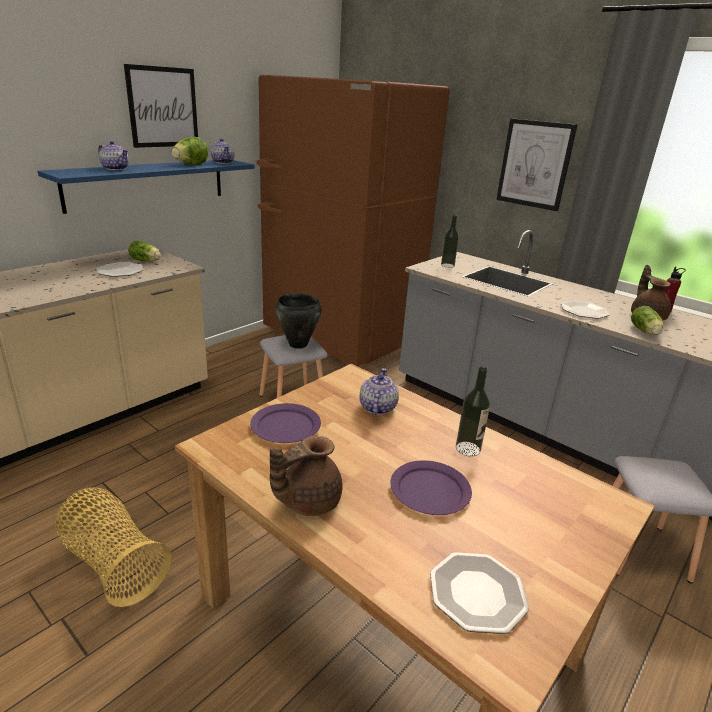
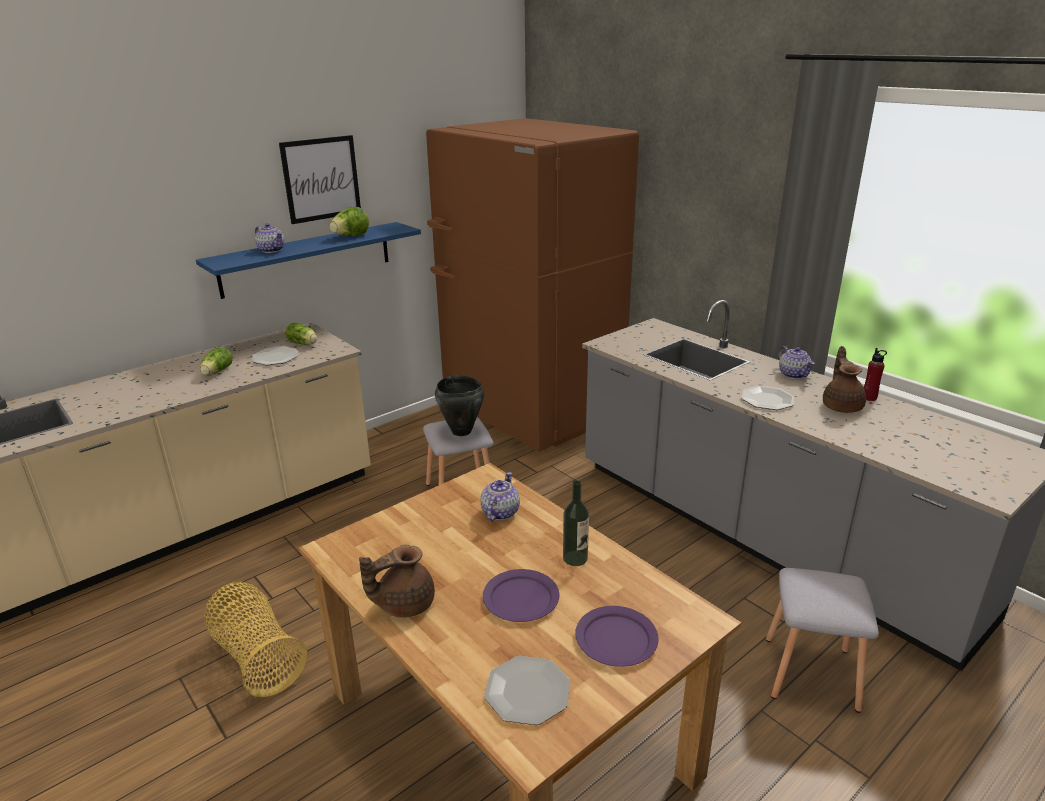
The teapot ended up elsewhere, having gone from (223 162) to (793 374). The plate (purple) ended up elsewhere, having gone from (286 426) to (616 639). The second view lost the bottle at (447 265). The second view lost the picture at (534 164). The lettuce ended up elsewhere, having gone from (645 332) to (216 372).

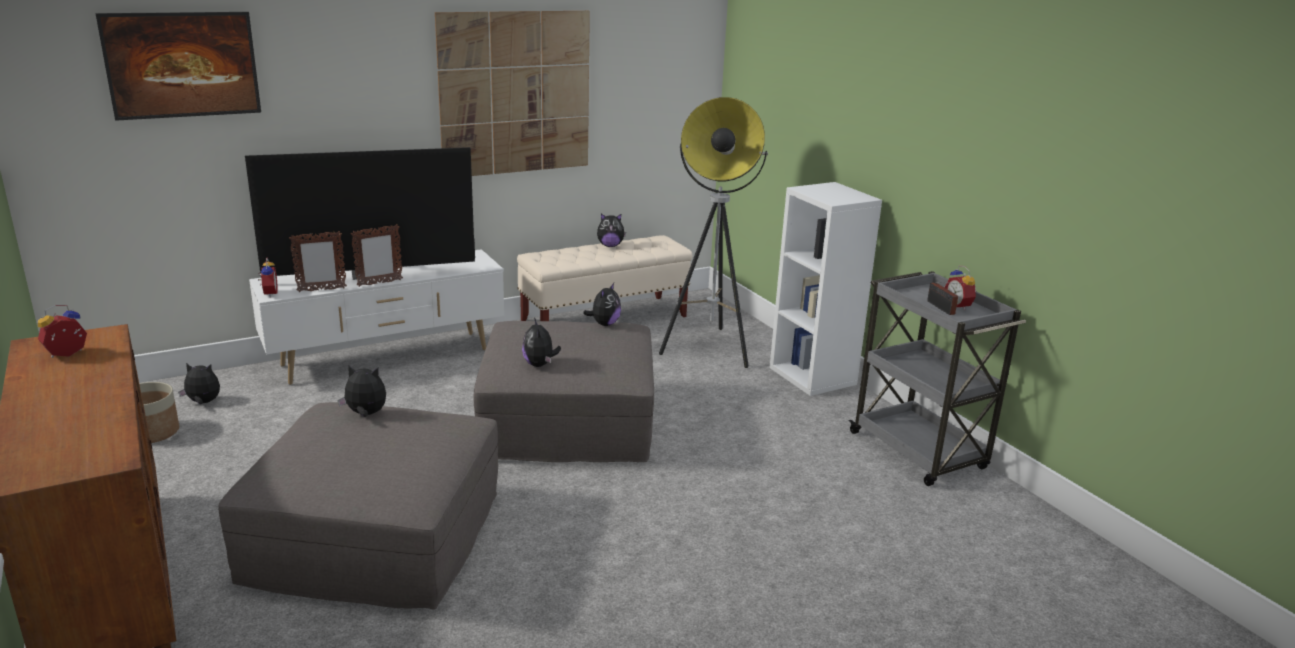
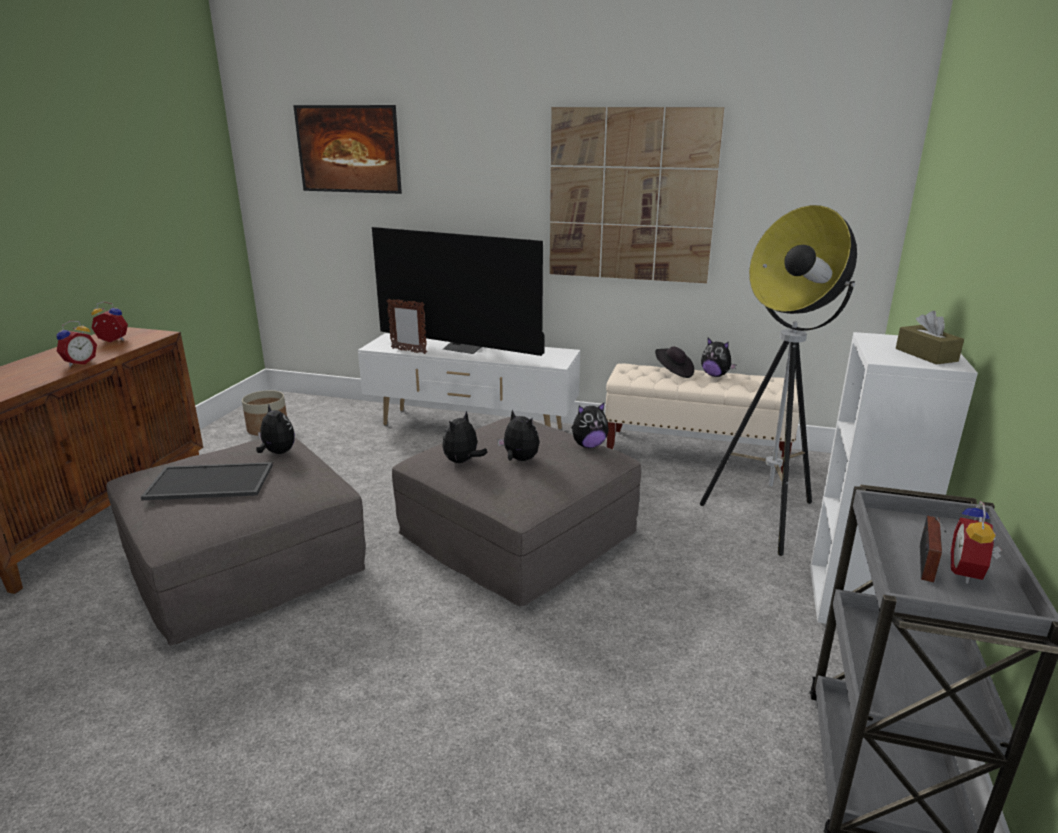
The plush toy ended up elsewhere, having gone from (203 402) to (519 460). The alarm clock ended up elsewhere, having gone from (268 294) to (79 363). The second view lost the picture frame at (379 283). The second view gained the tray at (208 483). The second view gained the hat (black) at (673 372). The second view gained the tissue box (brown) at (926 355).

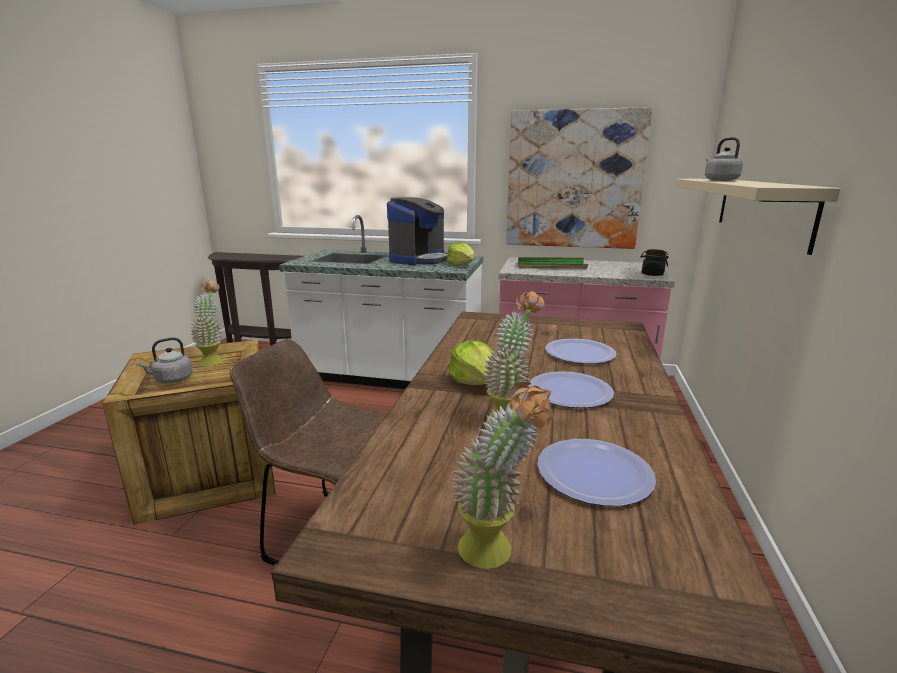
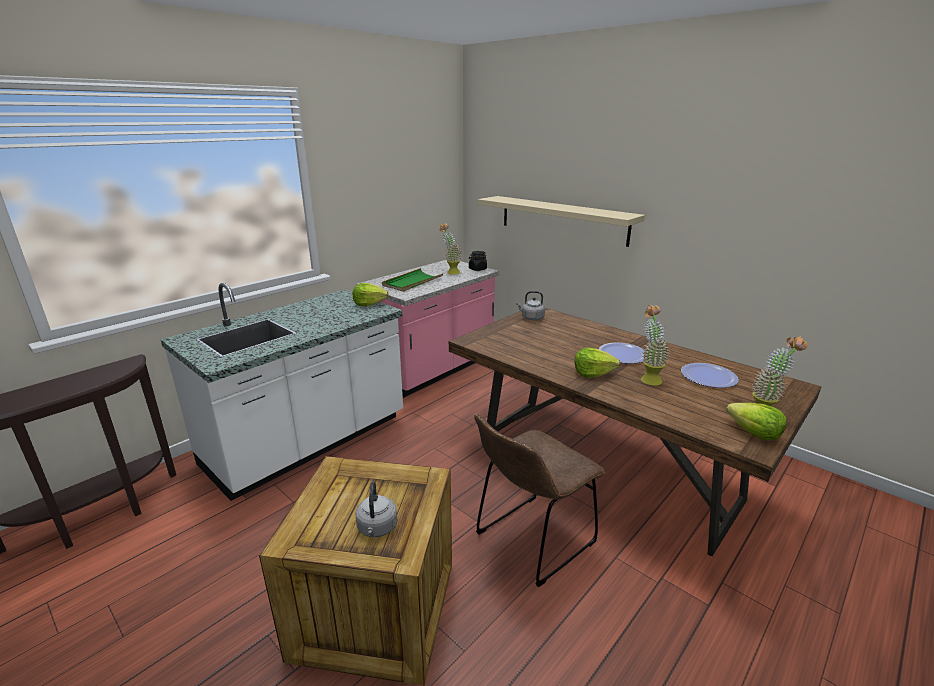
The potted plant ended up elsewhere, having gone from (214 360) to (450 272). The second view lost the coffee machine at (419 259). The second view lost the picture at (574 180). The second view lost the plate at (580 353). The kettle (grey) ended up elsewhere, having gone from (719 180) to (531 318). The second view gained the lettuce at (754 433).

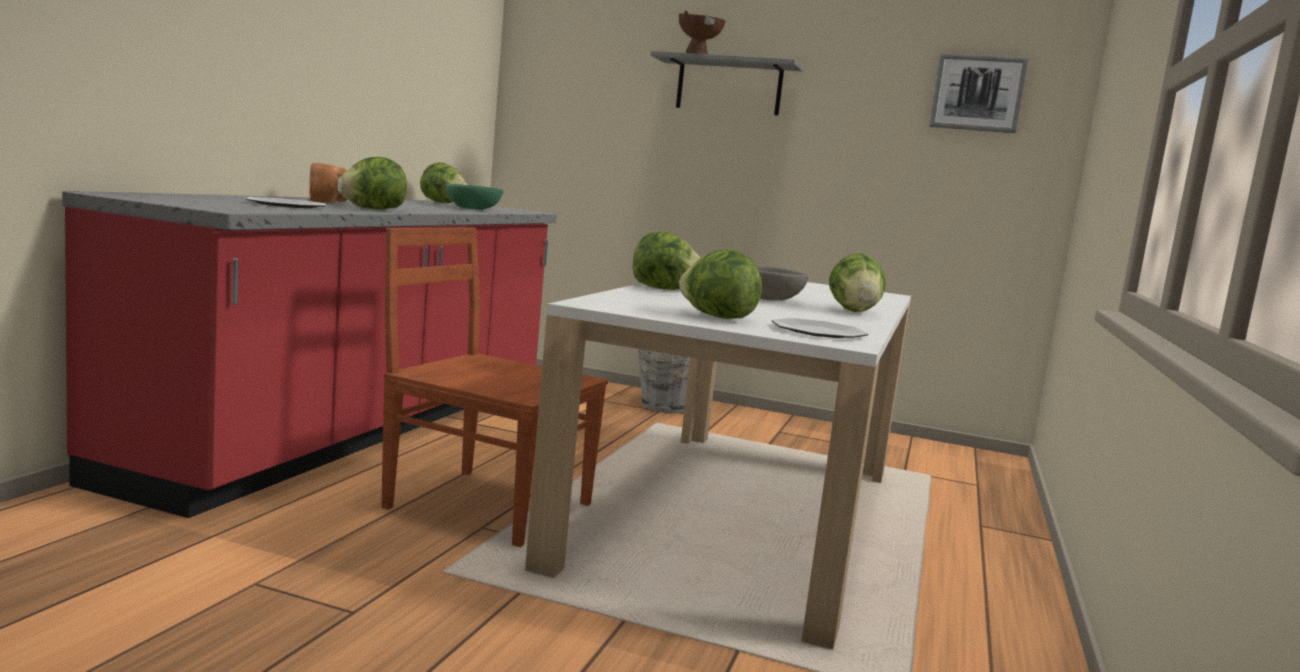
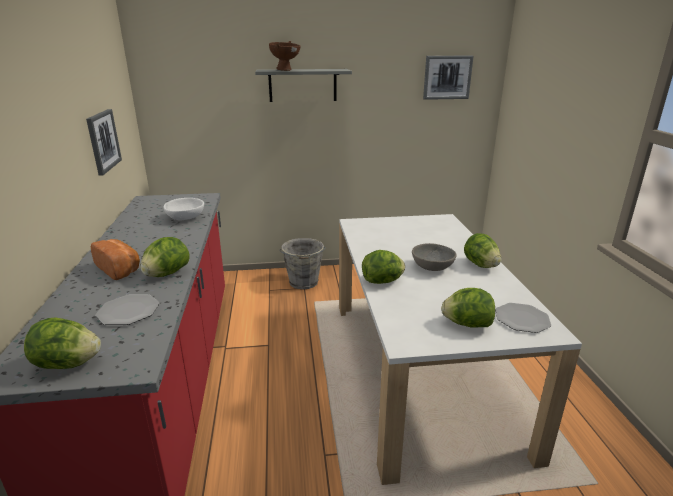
The second view lost the chair (brown) at (485 505). The lettuce ended up elsewhere, having gone from (442 203) to (67 364). What was the bowl (green) at (472 209) turned into the bowl (white) at (185 218). The second view gained the picture at (103 141).

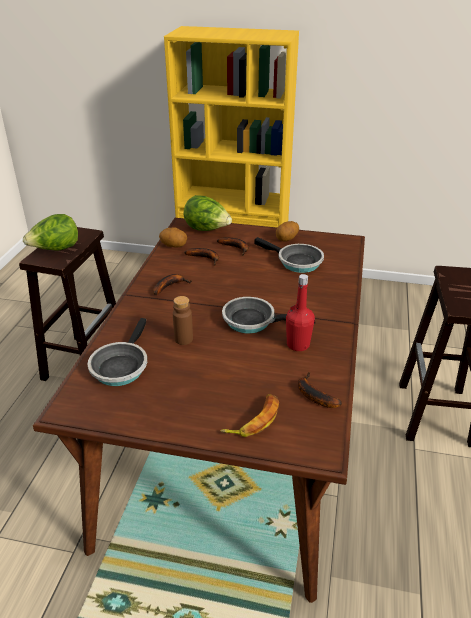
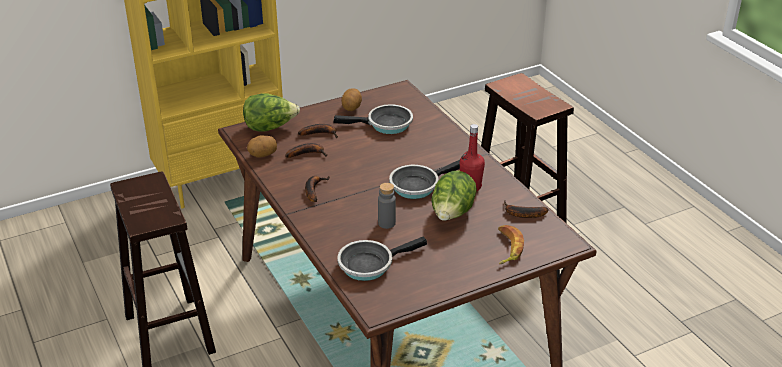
The lettuce ended up elsewhere, having gone from (55 250) to (452 215). The frying pan at (120 366) ended up facing another way, 90 degrees clockwise from before. What was the bottle (brown) at (183 339) turned into the bottle (grey) at (386 223).

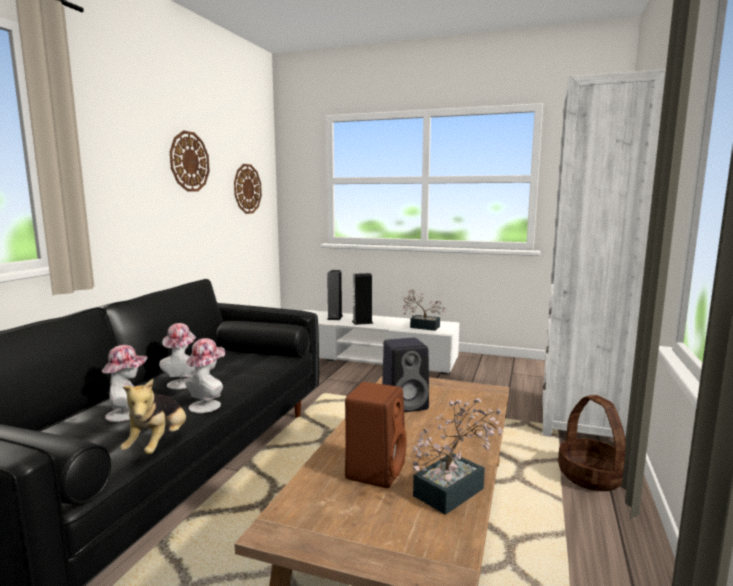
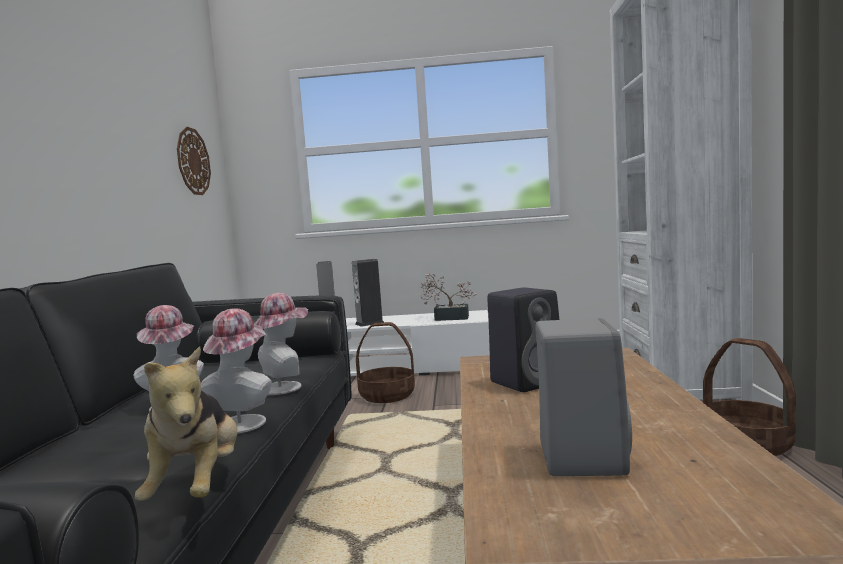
The hat ended up elsewhere, having gone from (128 413) to (285 386). The second view lost the wall clock at (189 161). What was the speaker (brown) at (375 470) turned into the speaker (grey) at (580 458). The second view lost the potted plant at (454 489). The second view gained the basket at (387 395).

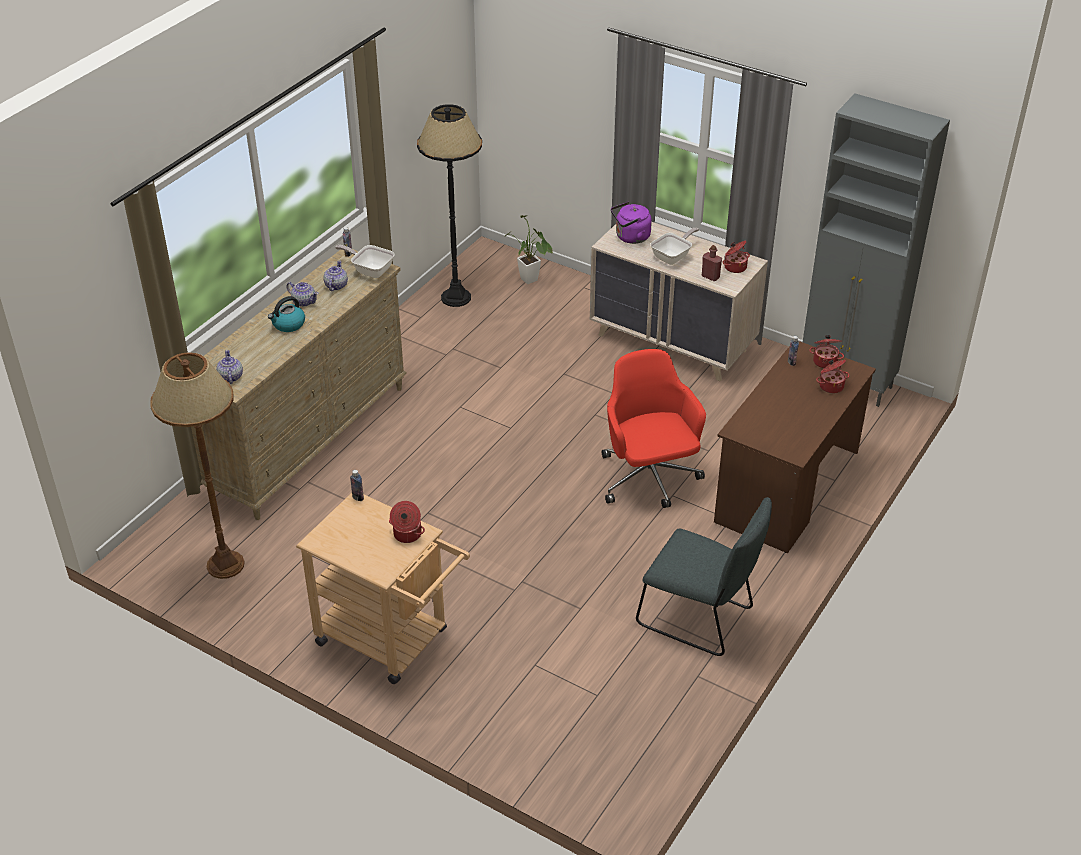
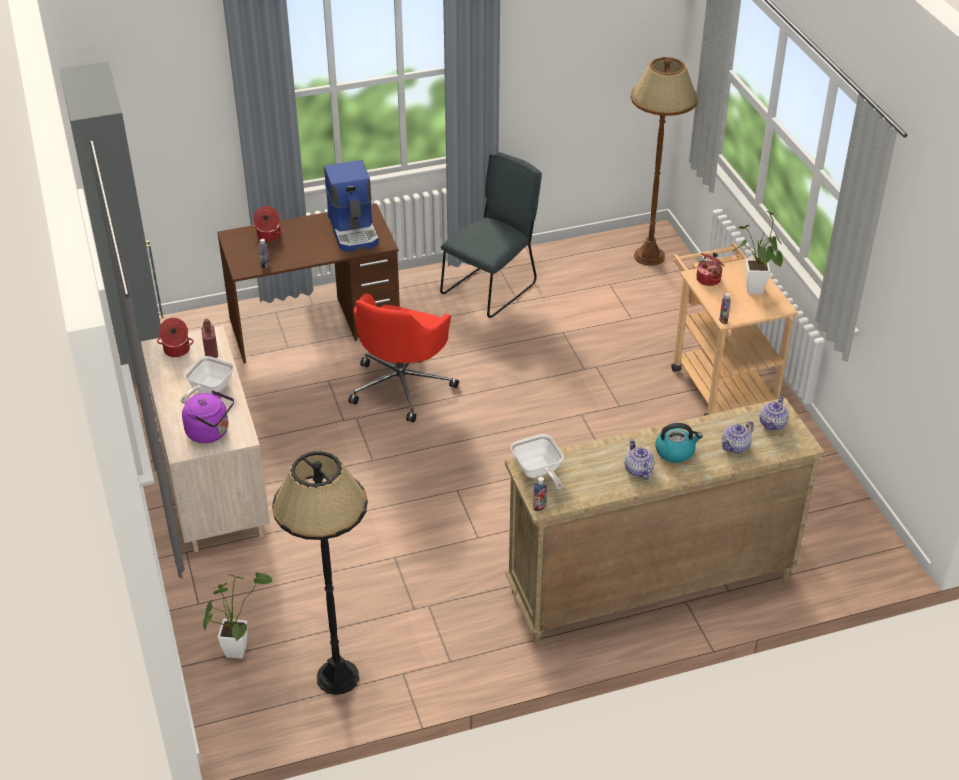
The floor lamp (brown) ended up elsewhere, having gone from (225 565) to (649 256). The teapot ended up elsewhere, having gone from (336 286) to (736 446). The chair (grey) at (699 618) ended up facing another way, 60 degrees clockwise from before. The frying pan at (673 257) ended up facing another way, 60 degrees counterclockwise from before. The second view lost the cooking pot at (825 361). The second view gained the coffee machine at (354 230). The second view gained the potted plant at (754 293).

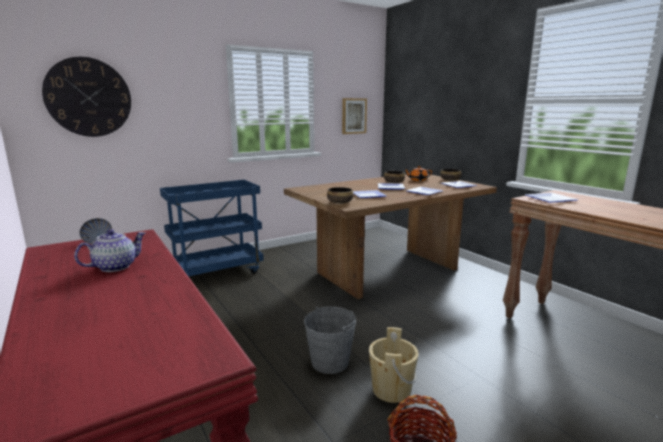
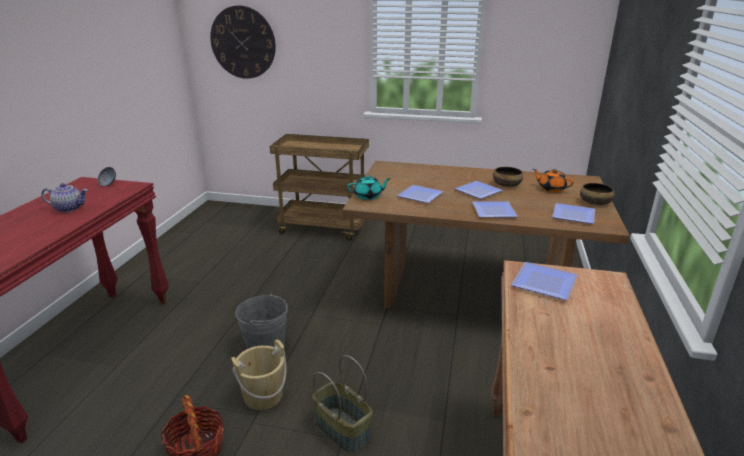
What was the cart (blue) at (217 273) turned into the cart (brown) at (325 228). Where the bowl stood at (340 202), the teapot (turquoise) came to stand at (368 196). The second view lost the picture at (353 116). The second view gained the basket at (343 429).

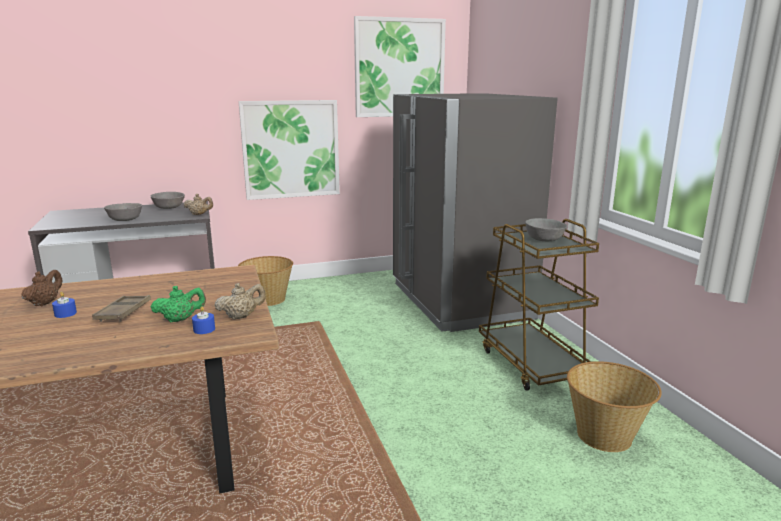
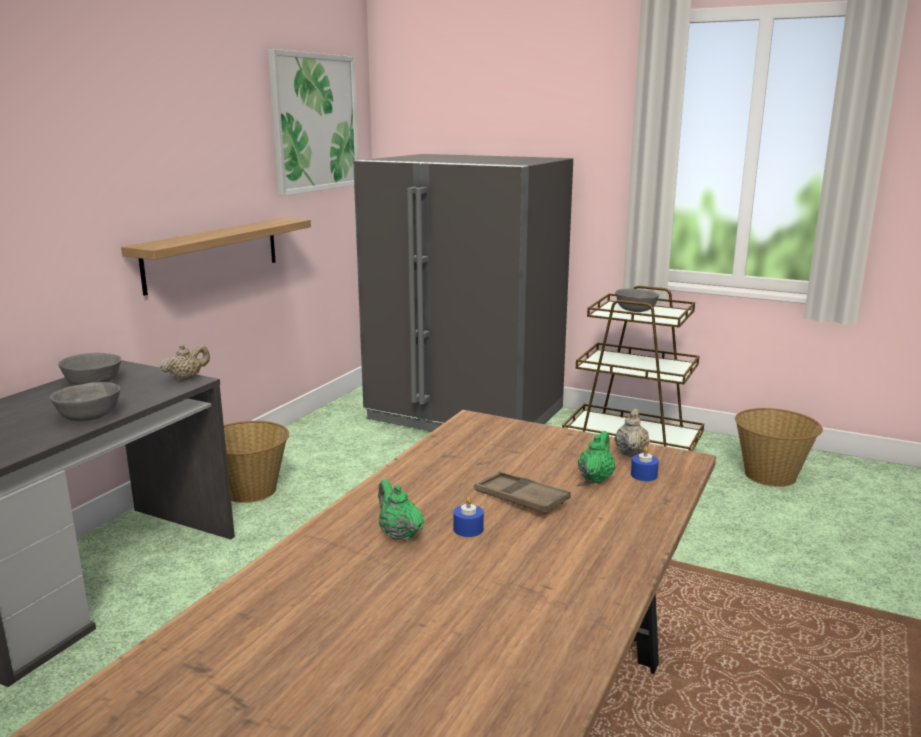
What was the teapot (brown) at (45 303) turned into the teapot (green) at (399 534). Where the picture hung at (291 149), the shelf came to hang at (212 254).

